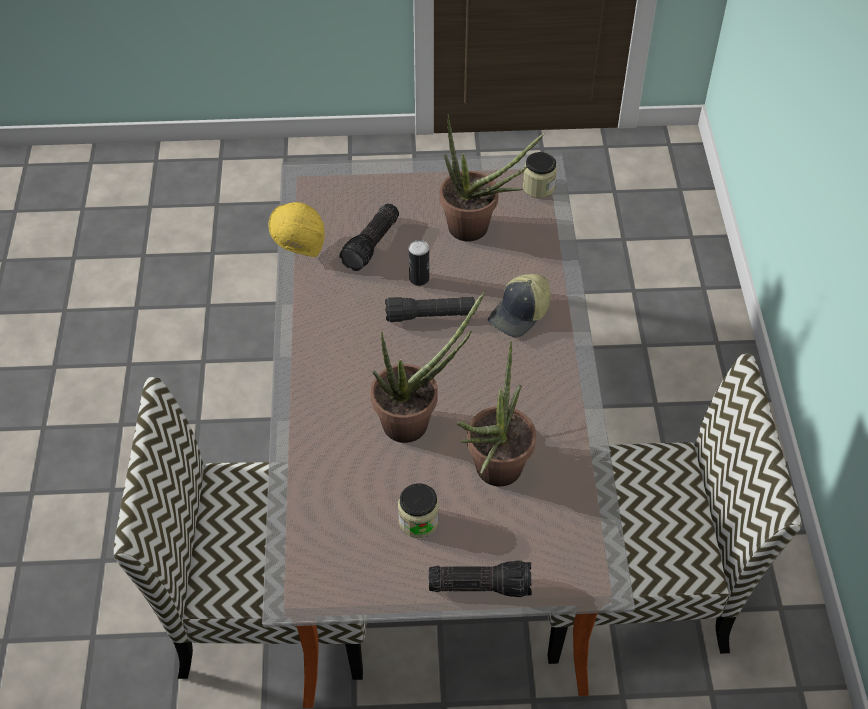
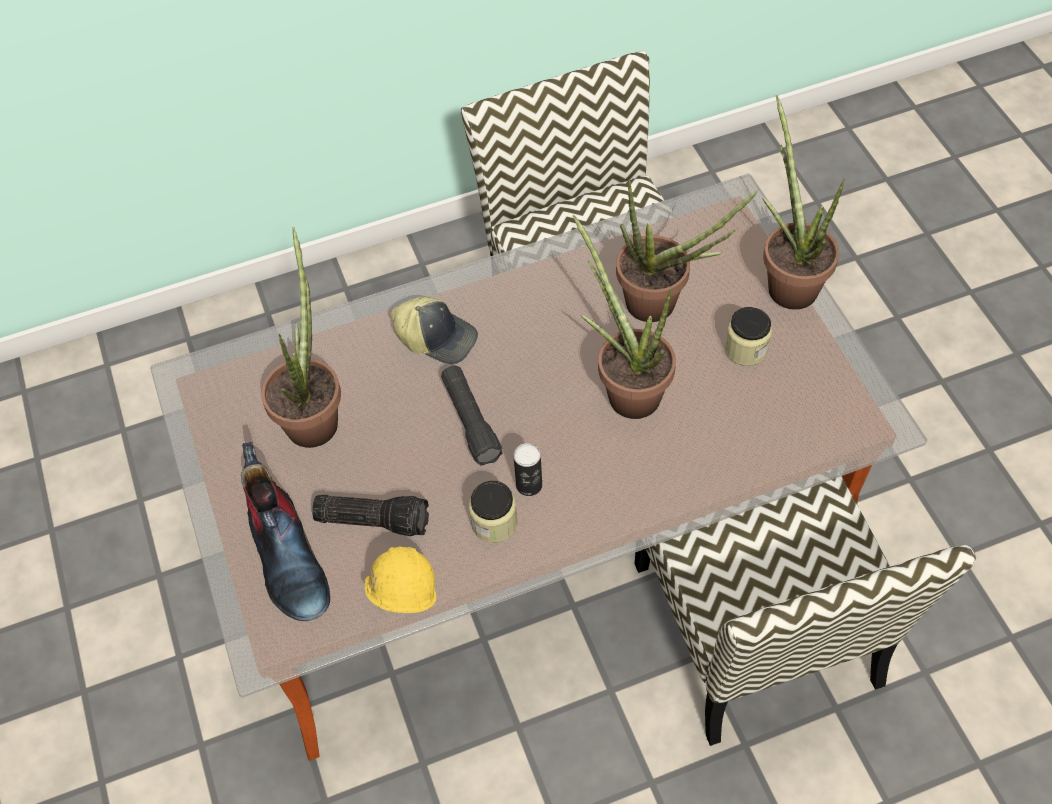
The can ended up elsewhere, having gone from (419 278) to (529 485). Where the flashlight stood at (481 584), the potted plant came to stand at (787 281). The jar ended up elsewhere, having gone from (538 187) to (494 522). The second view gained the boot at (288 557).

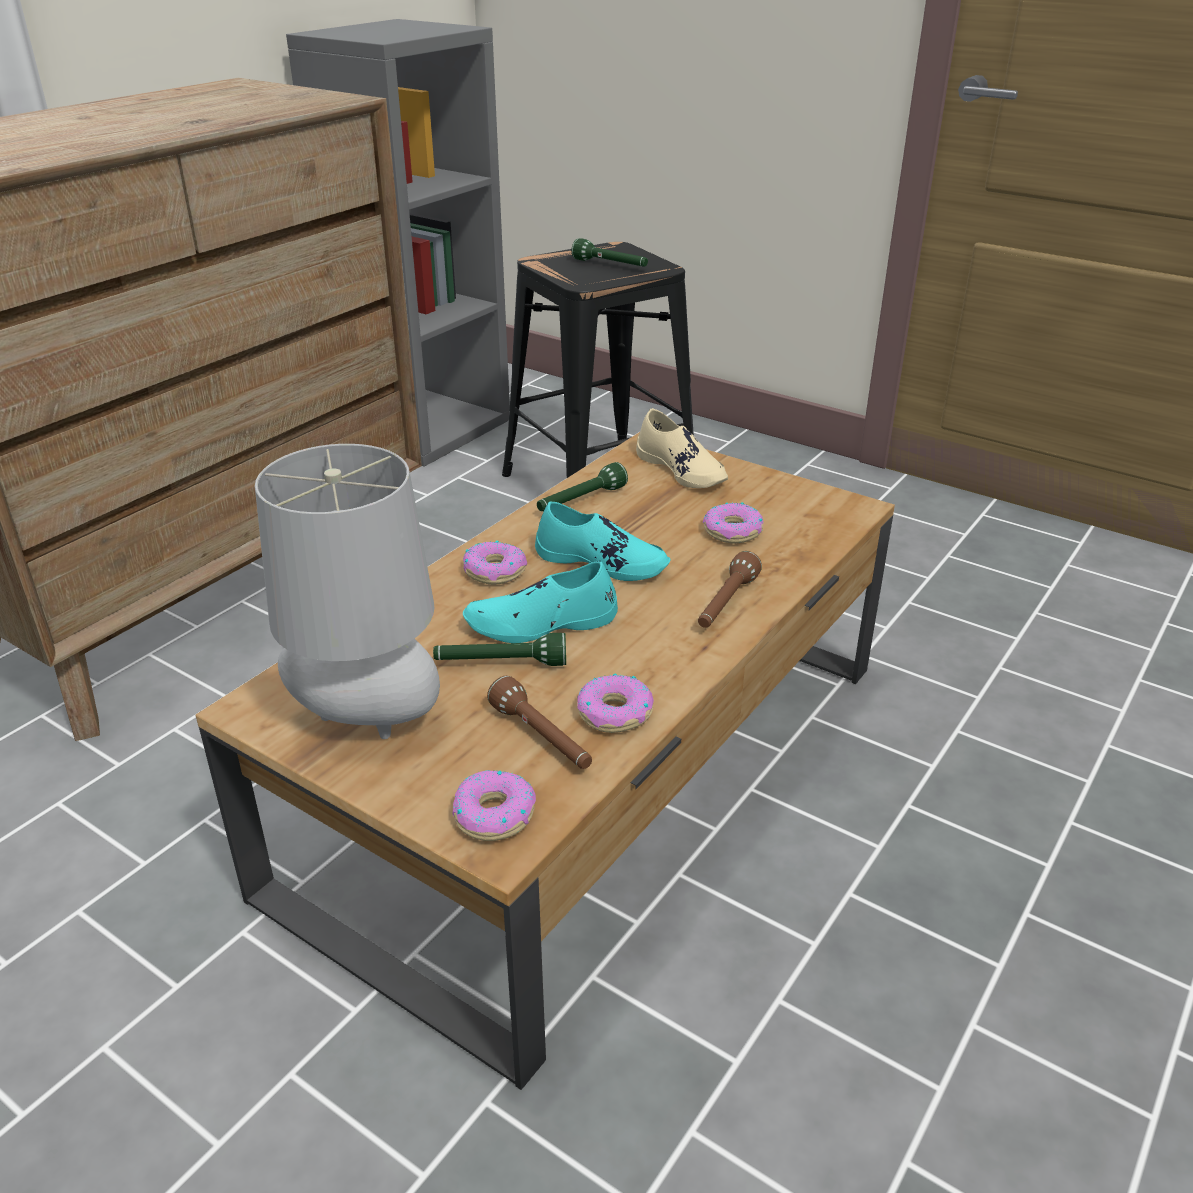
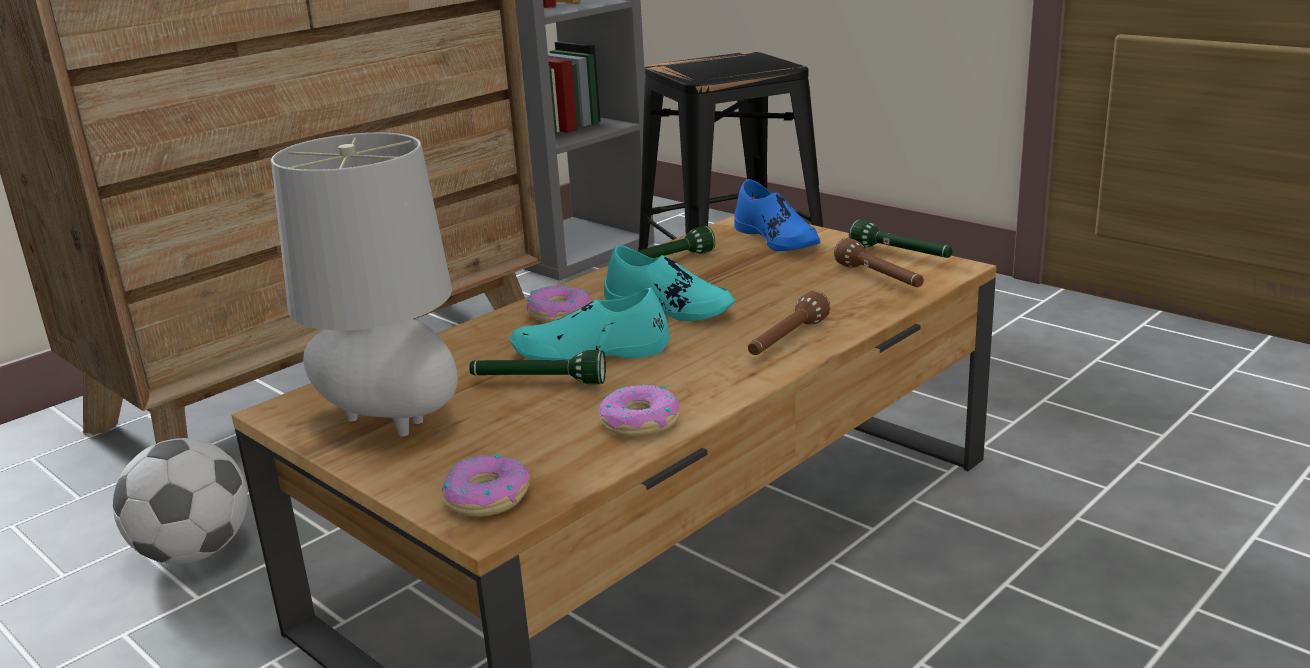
The flashlight (brown) ended up elsewhere, having gone from (542 739) to (880 279). The flashlight (green) ended up elsewhere, having gone from (610 265) to (901 255). What was the shoe (beige) at (682 470) turned into the shoe (blue) at (777 239). The second view lost the donut at (733 532). The second view gained the football at (195 552).

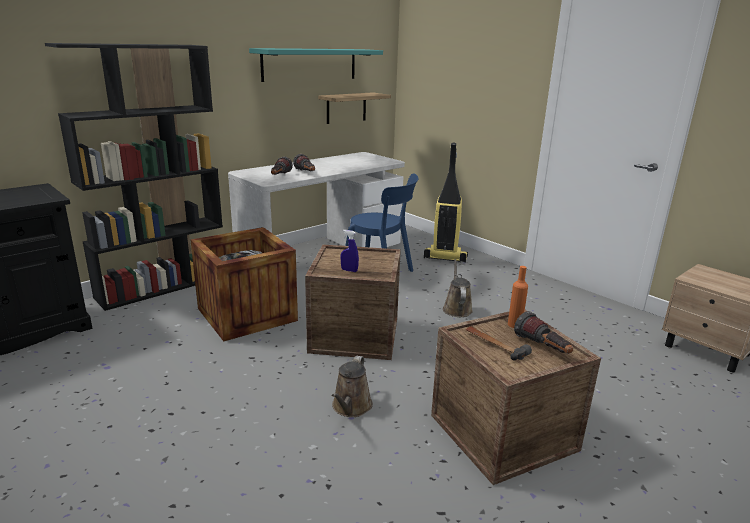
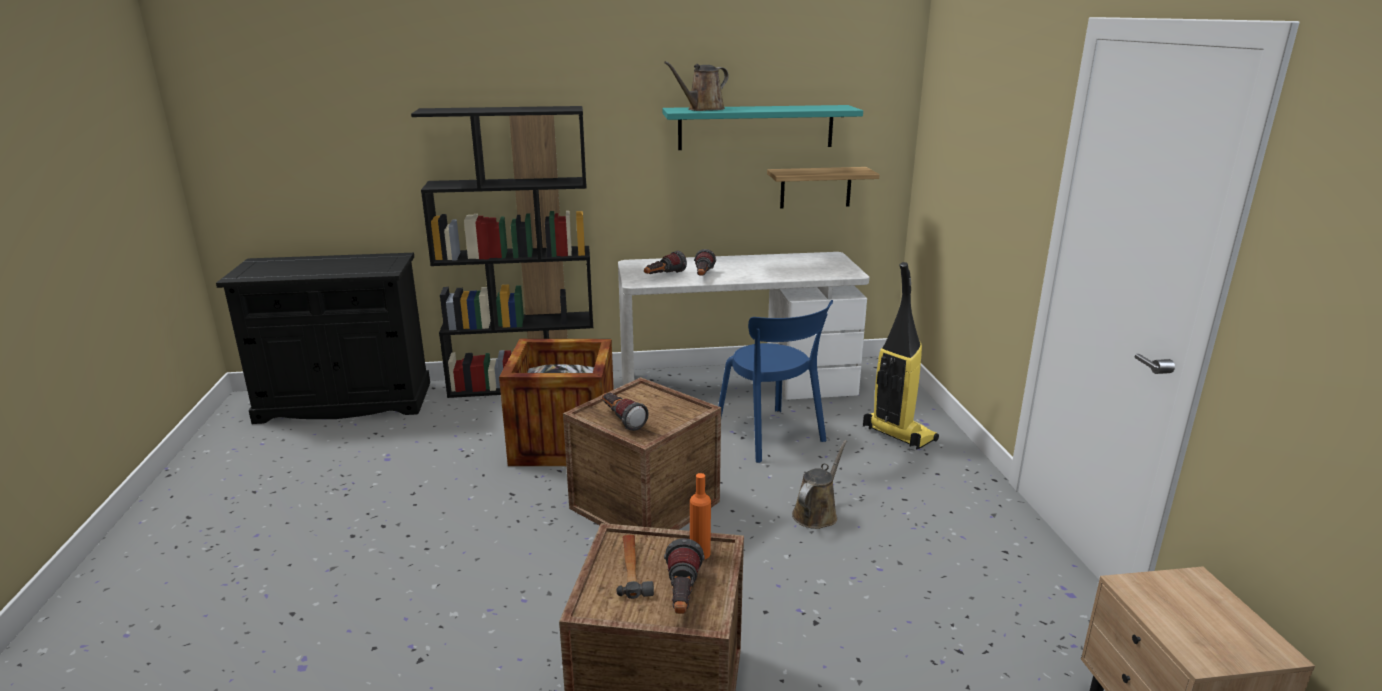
The watering can (brown) ended up elsewhere, having gone from (351 407) to (703 109). Where the spray bottle (blue) stood at (349 270), the flashlight came to stand at (621 420).

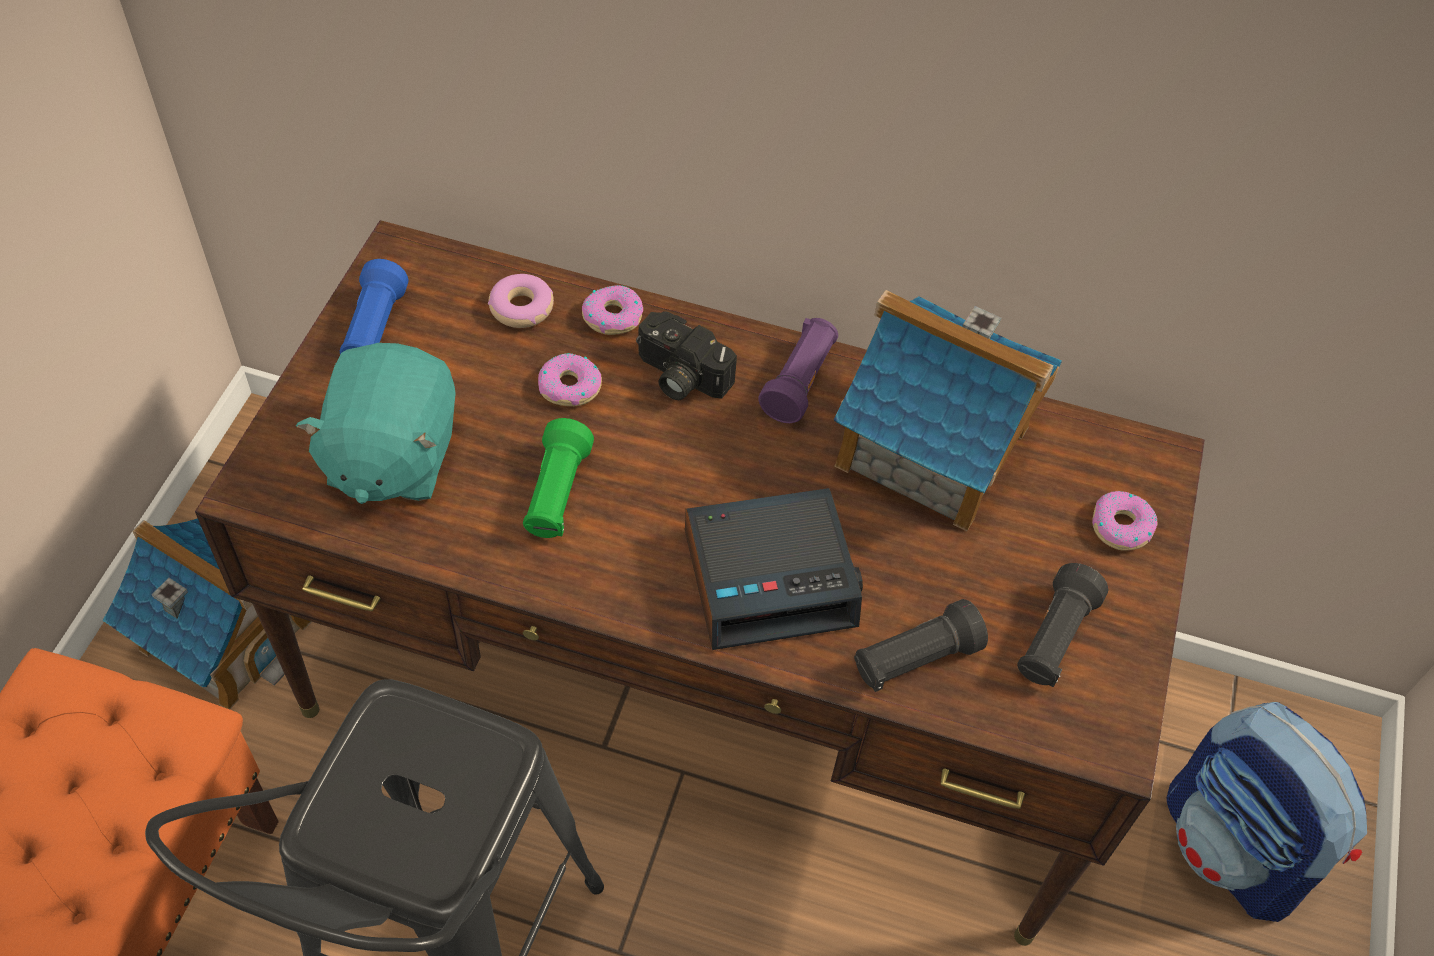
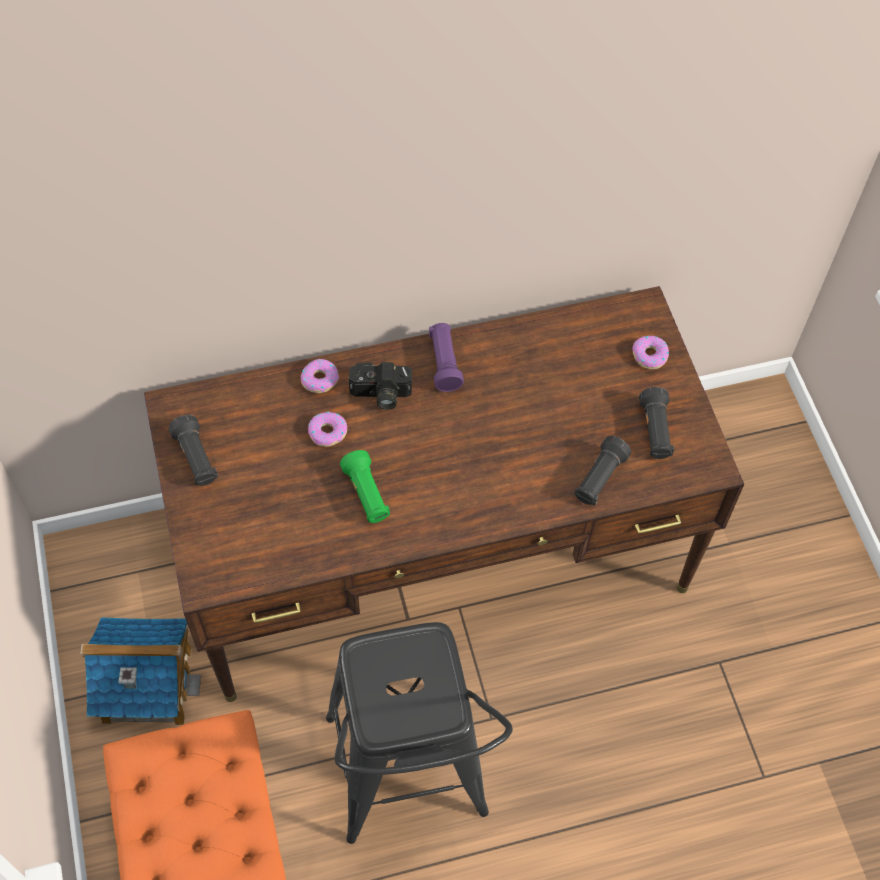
The second view lost the plush toy (turquoise) at (390 456). What was the flashlight (blue) at (374 330) turned into the flashlight (black) at (196 459). The second view lost the donut at (521 308). The second view lost the alarm clock at (771 577). The second view lost the toy house at (933 448). The second view lost the backpack at (1234 848).

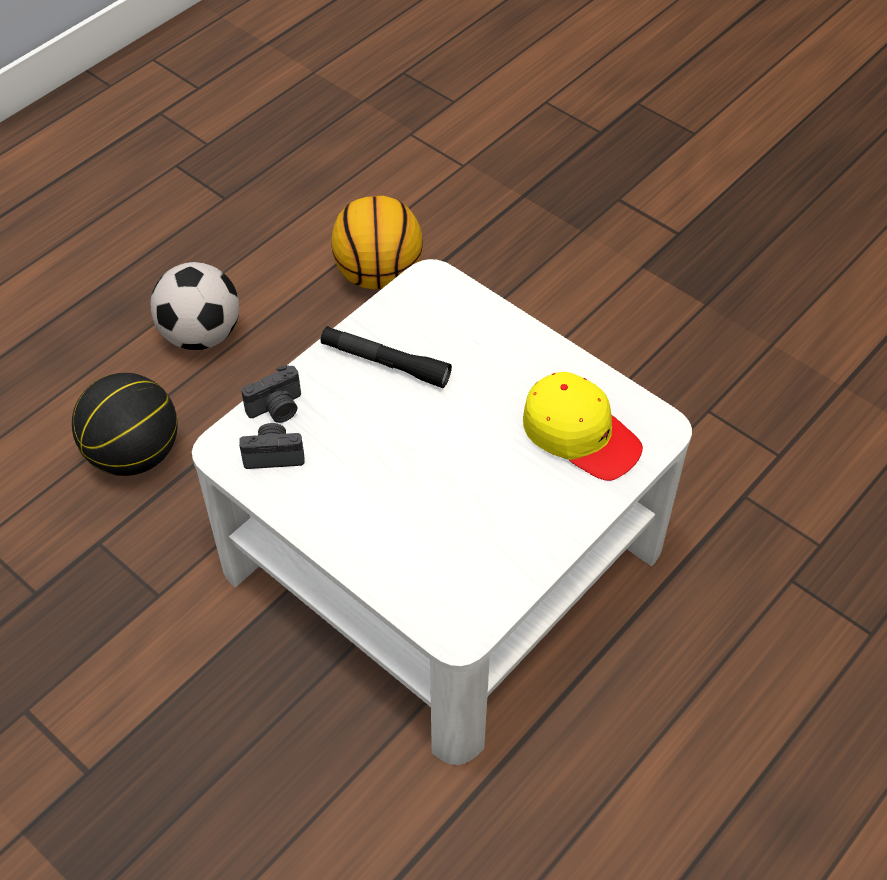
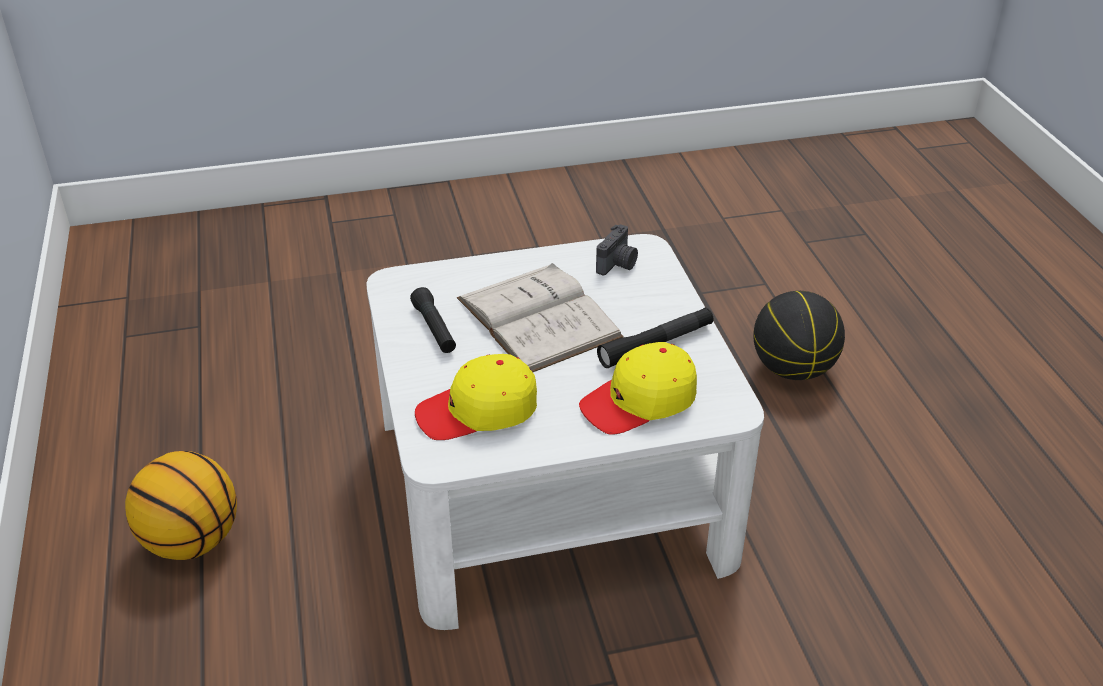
The second view lost the football at (201 335). The second view lost the photo camera at (277 409). The basketball ended up elsewhere, having gone from (378 275) to (191 540). The second view gained the flashlight (black) at (434 329). The second view gained the book (white) at (538 317). The second view gained the cap (yellow) at (639 401).

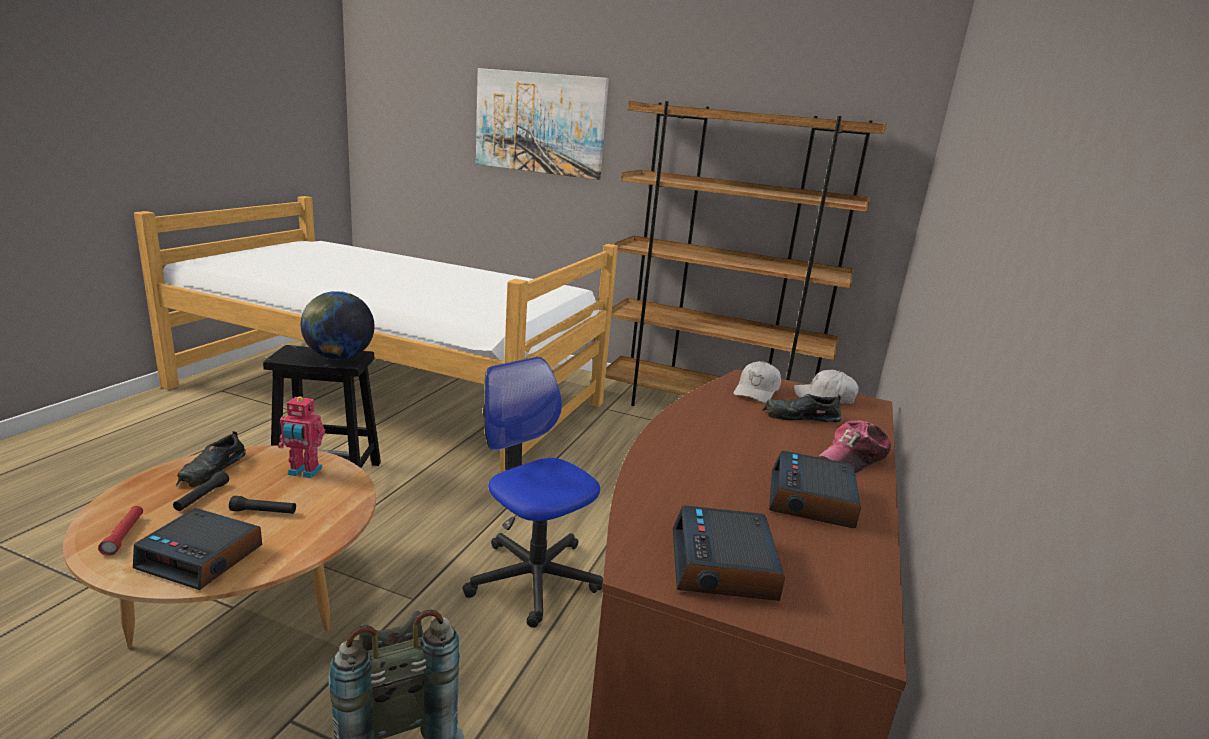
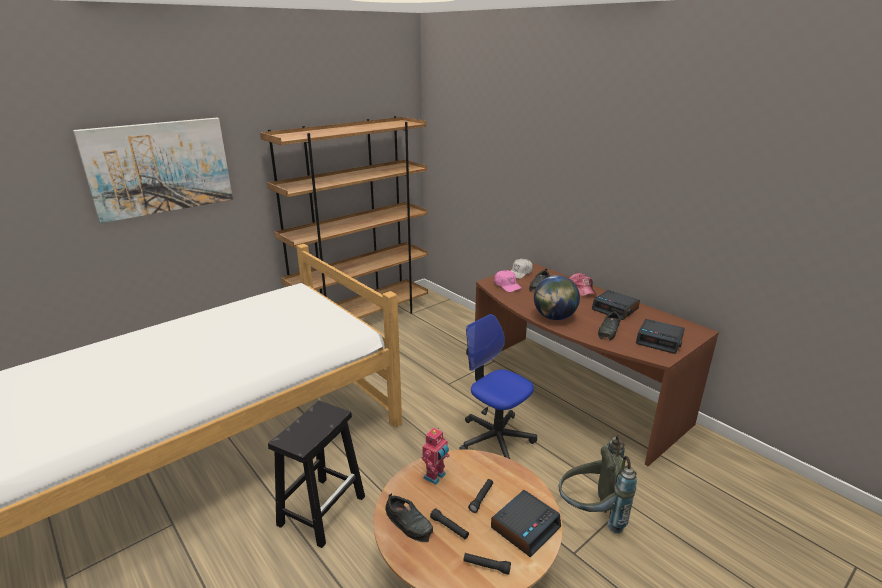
What was the flashlight (red) at (124 535) turned into the flashlight (black) at (486 566). The globe ended up elsewhere, having gone from (339 357) to (554 317). The office chair at (533 578) ended up facing another way, 60 degrees clockwise from before. What was the cap (white) at (756 391) turned into the cap (pink) at (507 286). The second view gained the shoe (black) at (609 331).

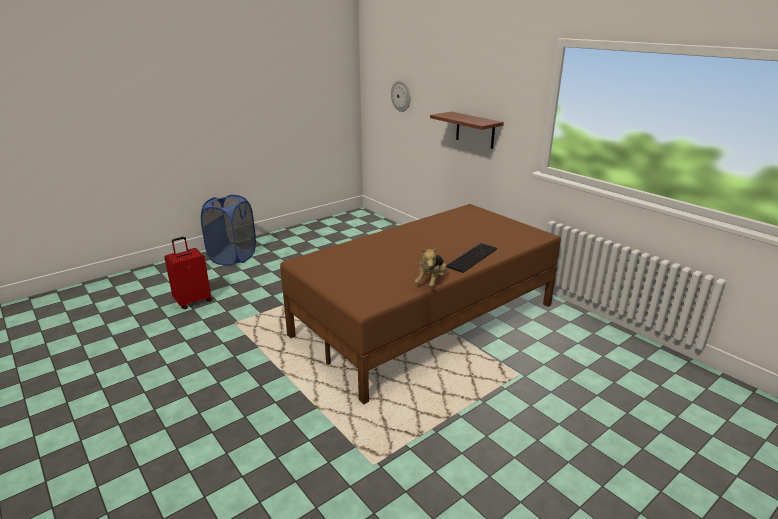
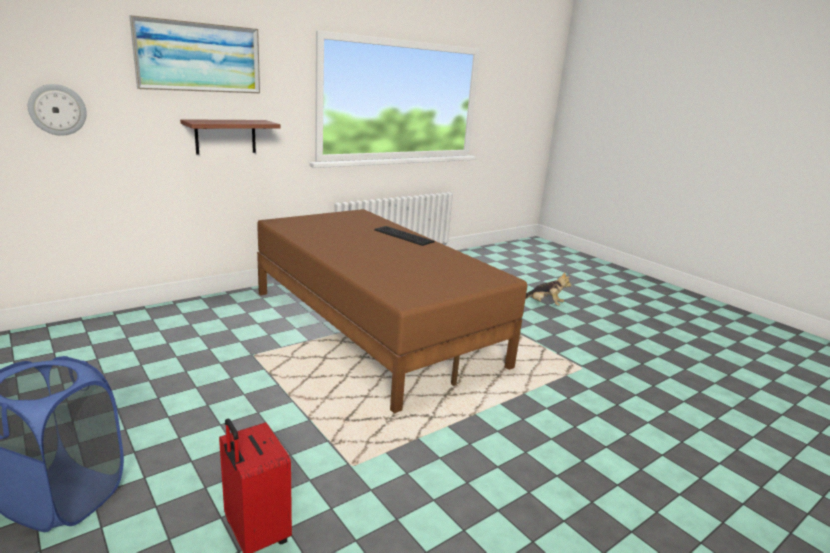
The plush toy ended up elsewhere, having gone from (431 281) to (544 304). The second view gained the picture at (199 57).

